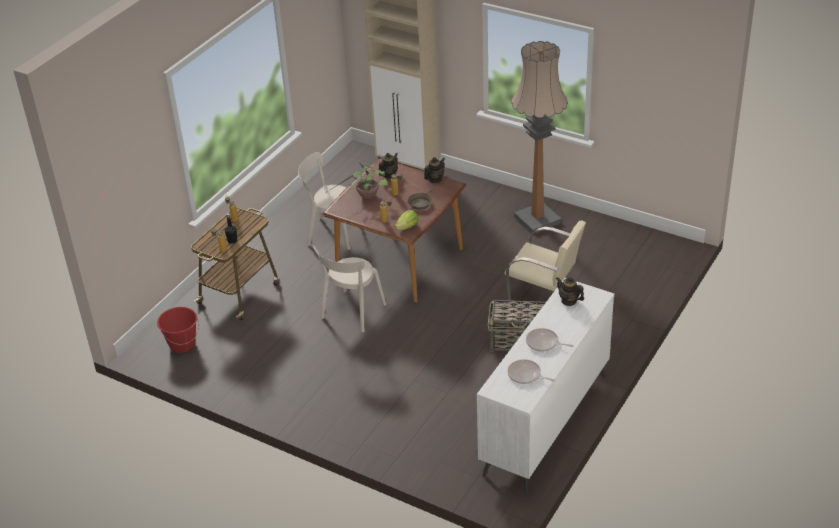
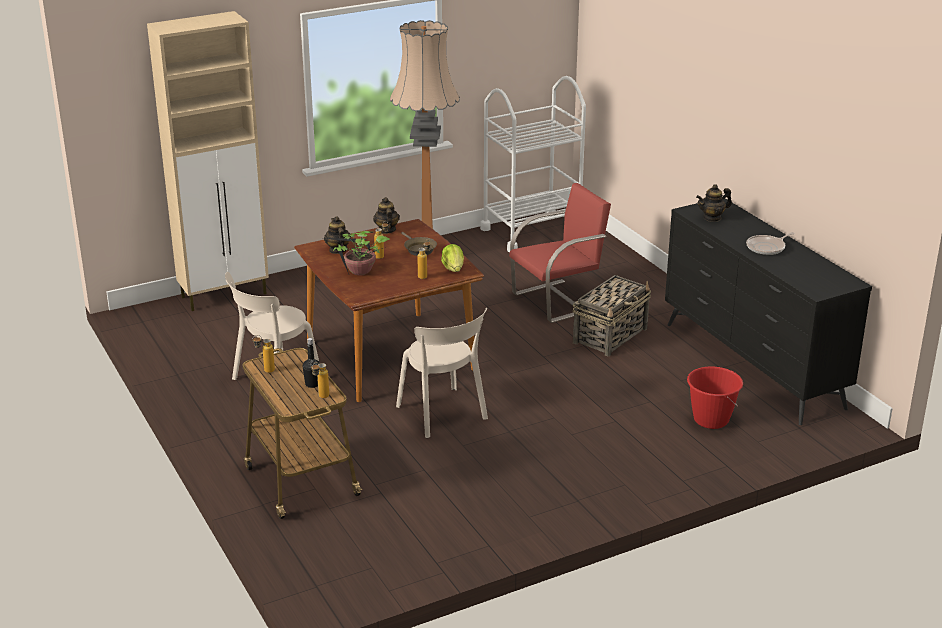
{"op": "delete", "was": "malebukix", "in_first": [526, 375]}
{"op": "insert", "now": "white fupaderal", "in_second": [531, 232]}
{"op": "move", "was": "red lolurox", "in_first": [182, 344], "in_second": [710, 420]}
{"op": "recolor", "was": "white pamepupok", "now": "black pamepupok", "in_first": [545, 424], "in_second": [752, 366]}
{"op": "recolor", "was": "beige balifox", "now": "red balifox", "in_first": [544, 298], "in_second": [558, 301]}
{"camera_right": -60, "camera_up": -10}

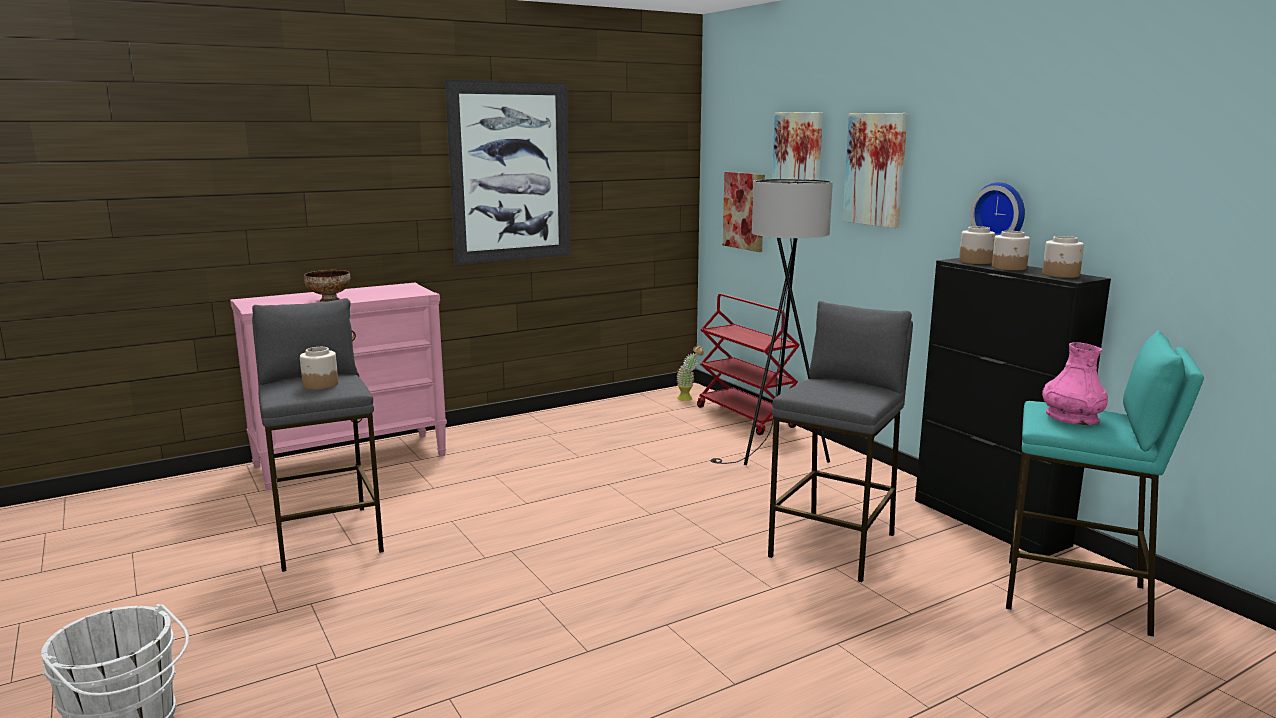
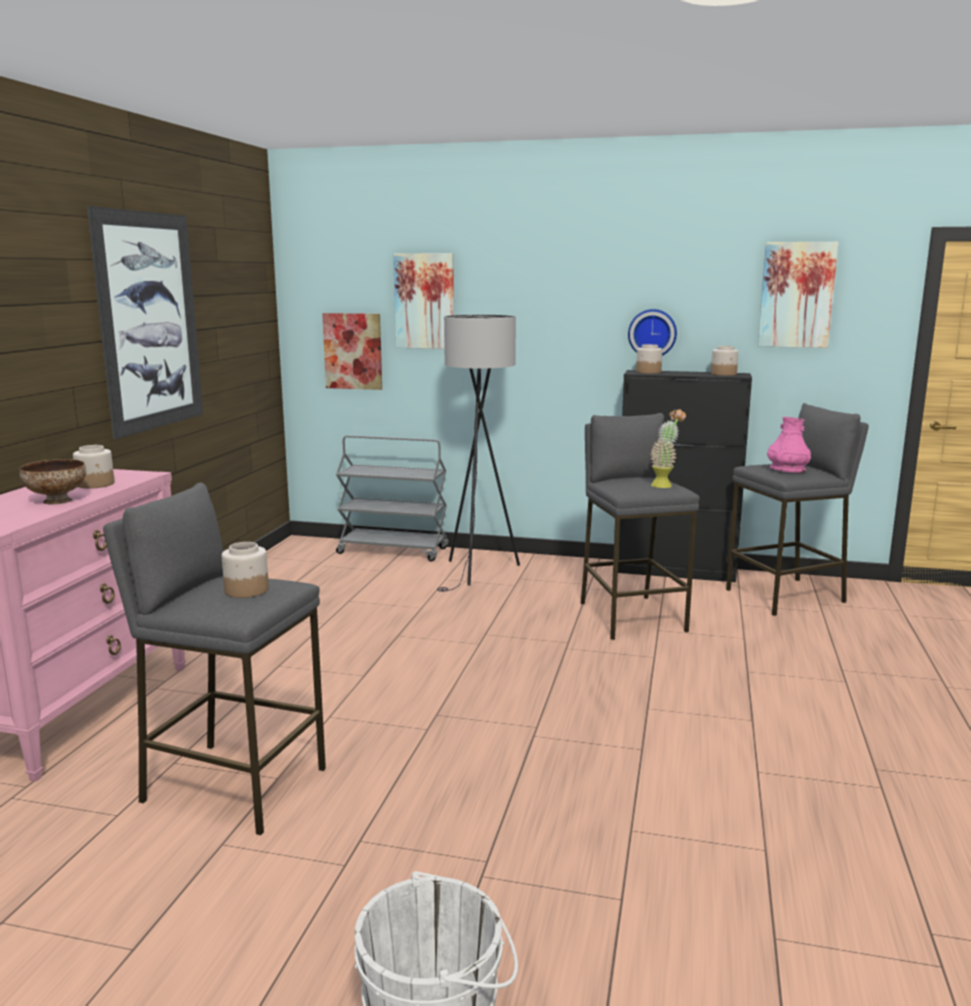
{"op": "move", "was": "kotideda", "in_first": [689, 399], "in_second": [665, 484]}
{"op": "move", "was": "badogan", "in_first": [875, 169], "in_second": [796, 295]}
{"op": "move", "was": "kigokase", "in_first": [1009, 268], "in_second": [96, 484]}
{"op": "recolor", "was": "red fupaderal", "now": "grey fupaderal", "in_first": [746, 417], "in_second": [394, 551]}
{"op": "recolor", "was": "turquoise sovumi", "now": "grey sovumi", "in_first": [1076, 597], "in_second": [786, 596]}
{"camera_right": -45, "camera_up": 0}

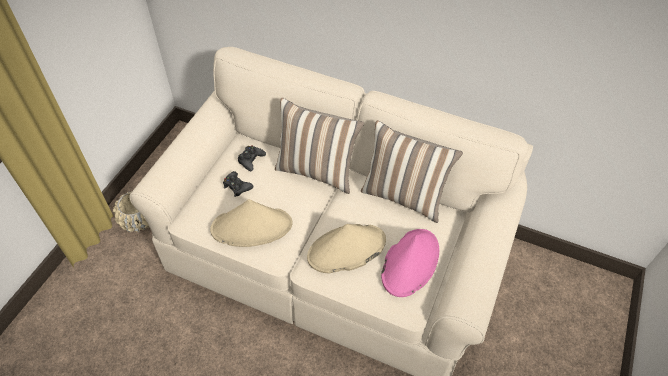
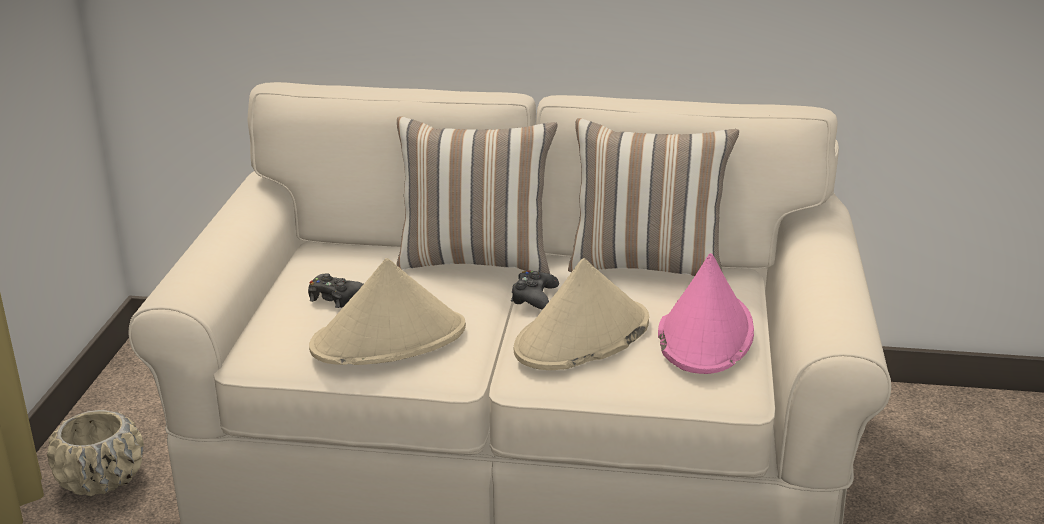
{"op": "move", "was": "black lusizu", "in_first": [251, 160], "in_second": [534, 297]}
{"camera_right": -15, "camera_up": -25}

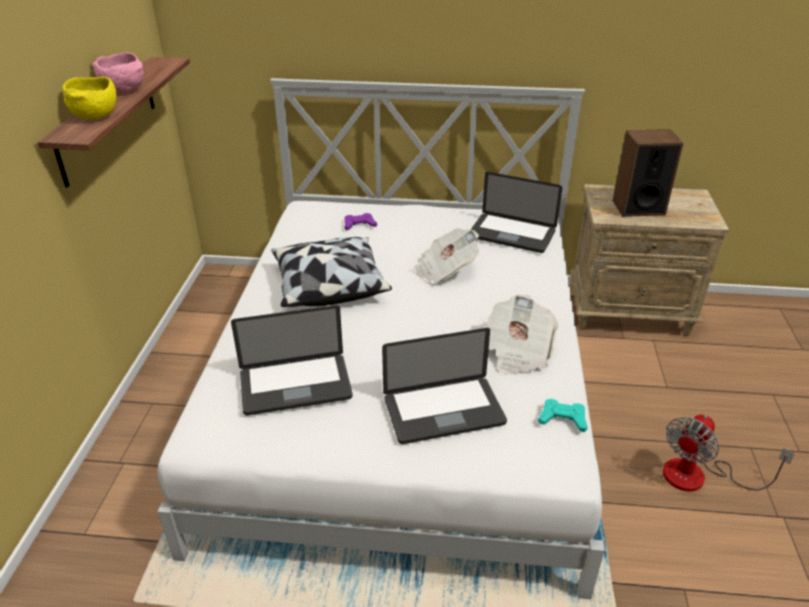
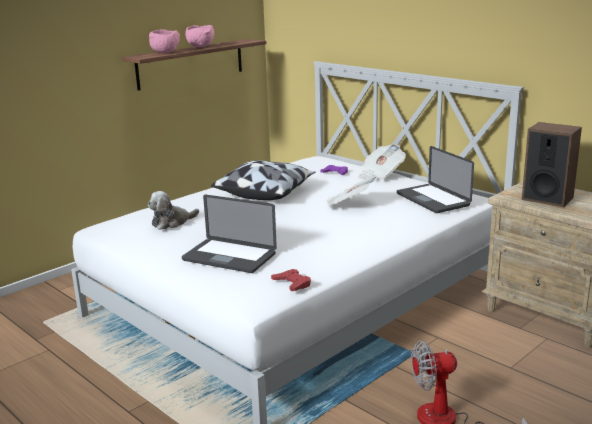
{"op": "move", "was": "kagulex", "in_first": [517, 351], "in_second": [380, 175]}
{"op": "replace", "was": "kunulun", "now": "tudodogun", "in_first": [295, 386], "in_second": [172, 222]}
{"op": "recolor", "was": "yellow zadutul", "now": "pink zadutul", "in_first": [96, 116], "in_second": [165, 53]}
{"op": "recolor", "was": "turquoise lusizu", "now": "red lusizu", "in_first": [562, 419], "in_second": [292, 284]}
{"camera_right": 40, "camera_up": -15}

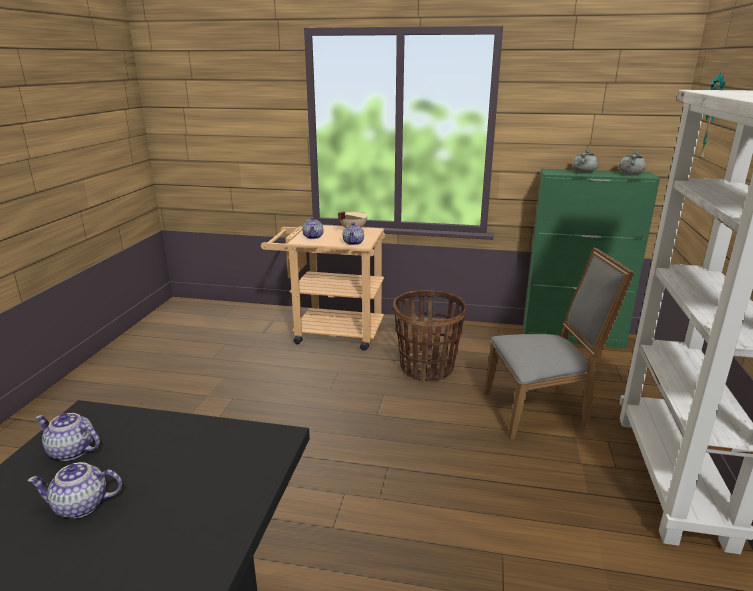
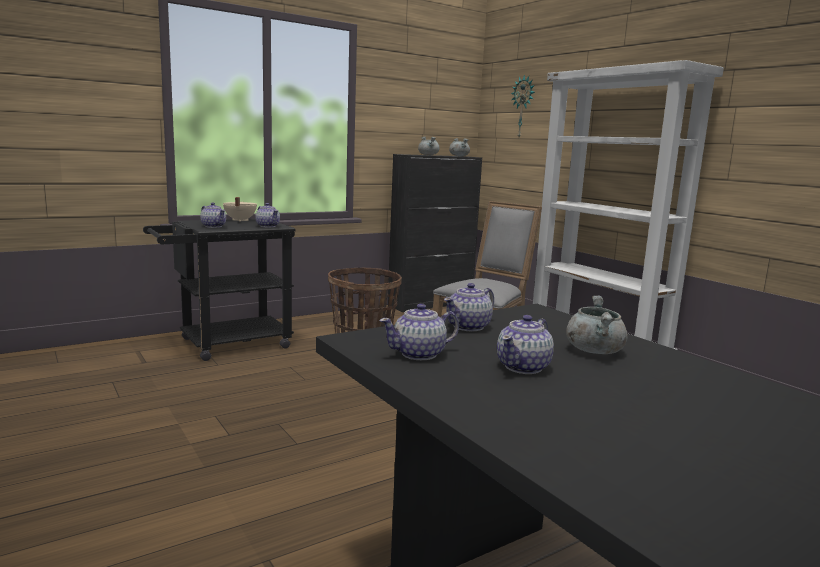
{"op": "insert", "now": "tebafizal", "in_second": [469, 326]}
{"op": "insert", "now": "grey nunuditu", "in_second": [594, 350]}
{"op": "recolor", "was": "beige fupaderal", "now": "black fupaderal", "in_first": [330, 332], "in_second": [225, 344]}
{"op": "recolor", "was": "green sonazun", "now": "black sonazun", "in_first": [573, 336], "in_second": [431, 304]}
{"camera_right": -45, "camera_up": -10}

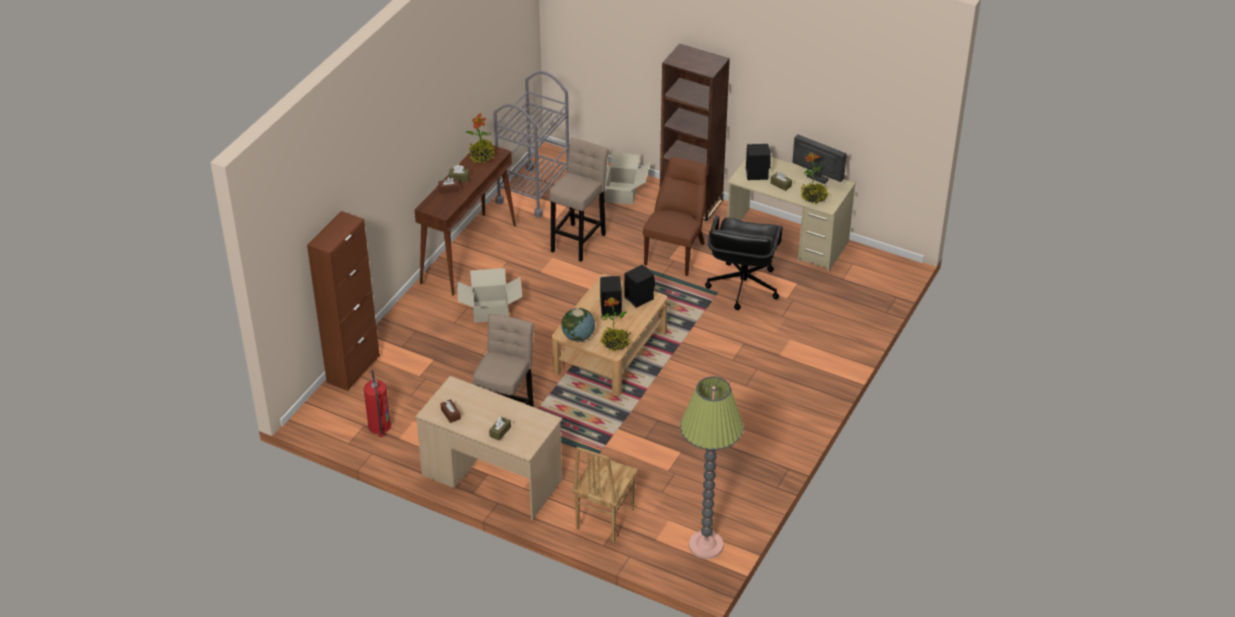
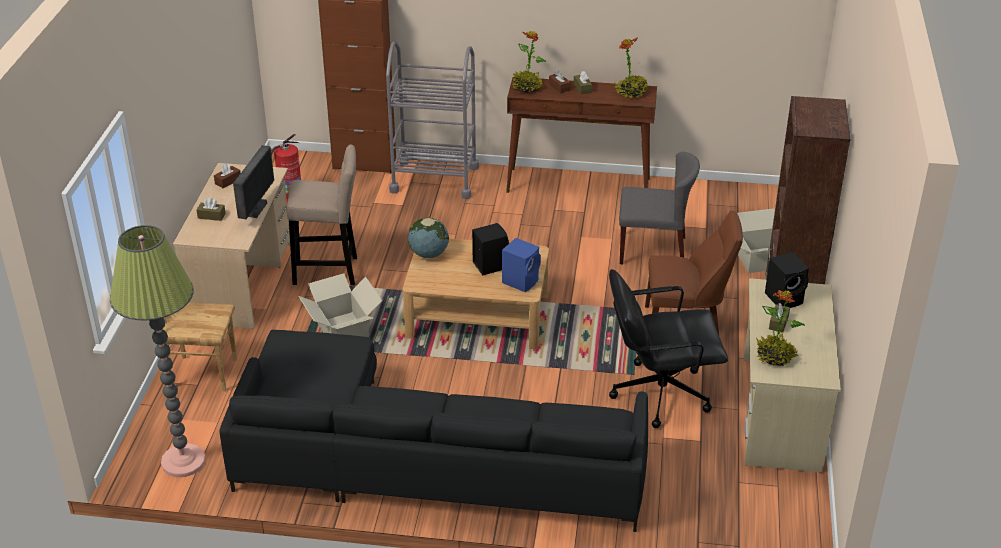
{"op": "insert", "now": "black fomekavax", "in_second": [419, 459]}
{"op": "move", "was": "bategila", "in_first": [490, 311], "in_second": [342, 330]}
{"op": "move", "was": "grey fupaderal", "in_first": [534, 191], "in_second": [434, 179]}
{"op": "move", "was": "kotideda", "in_first": [615, 343], "in_second": [527, 88]}
{"op": "move", "was": "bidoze", "in_first": [816, 179], "in_second": [256, 210]}
{"op": "replace", "was": "beige sovumi", "now": "grey balifox", "in_first": [579, 240], "in_second": [653, 250]}
{"op": "recolor", "was": "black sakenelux", "now": "blue sakenelux", "in_first": [638, 297], "in_second": [521, 281]}
{"camera_right": 70, "camera_up": -5}

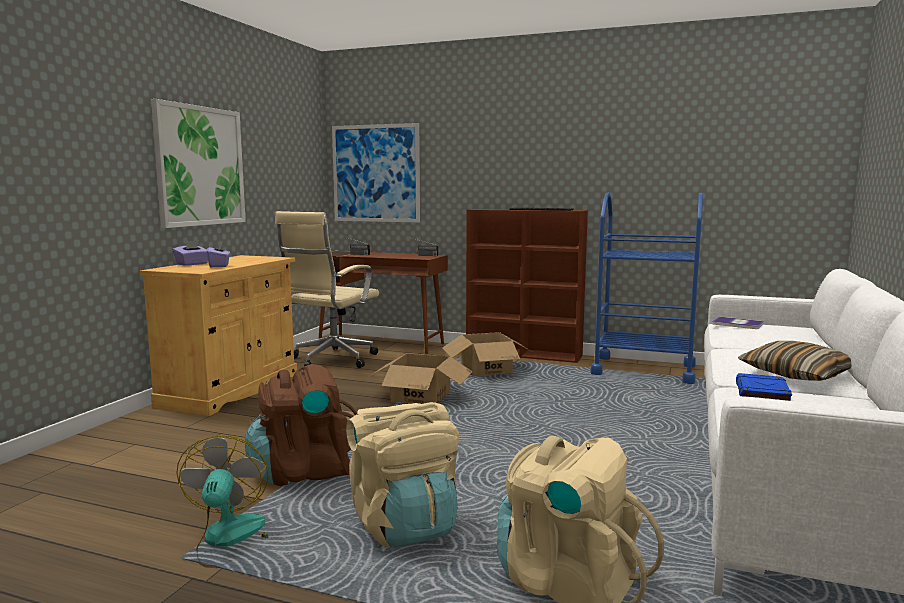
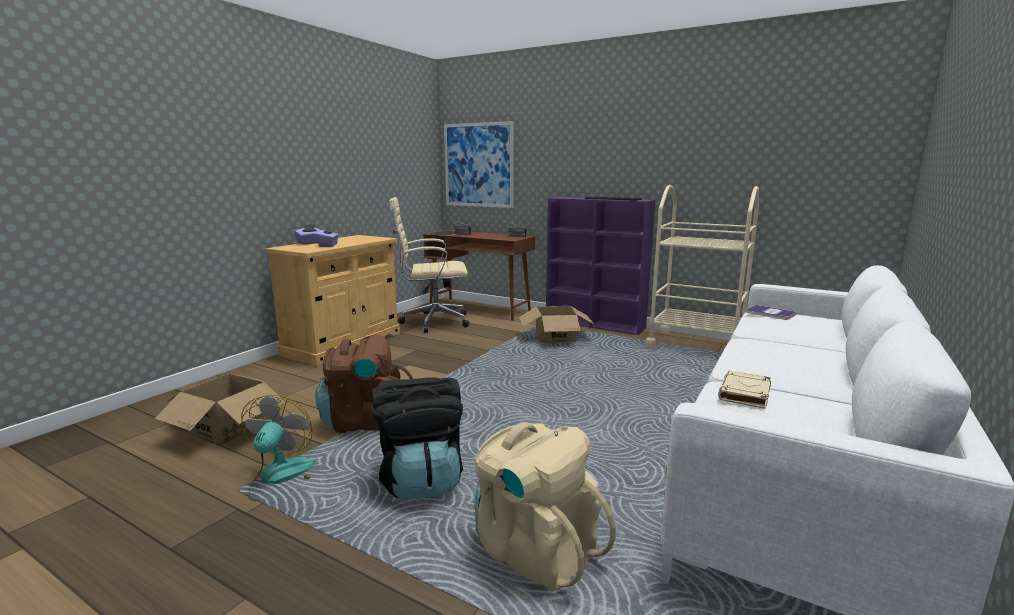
{"op": "delete", "was": "badogan", "in_first": [200, 166]}
{"op": "delete", "was": "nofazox", "in_first": [797, 374]}
{"op": "move", "was": "bategila", "in_first": [421, 397], "in_second": [229, 426]}
{"op": "recolor", "was": "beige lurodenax", "now": "black lurodenax", "in_first": [404, 525], "in_second": [421, 478]}
{"op": "recolor", "was": "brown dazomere", "now": "purple dazomere", "in_first": [525, 354], "in_second": [595, 324]}
{"op": "recolor", "was": "blue fupaderal", "now": "beige fupaderal", "in_first": [643, 370], "in_second": [695, 345]}
{"op": "recolor", "was": "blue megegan", "now": "beige megegan", "in_first": [762, 394], "in_second": [745, 394]}
{"op": "rotate", "was": "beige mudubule", "in_first": [331, 360], "in_second": [432, 322], "clockwise": 45}
{"camera_right": 10, "camera_up": 5}

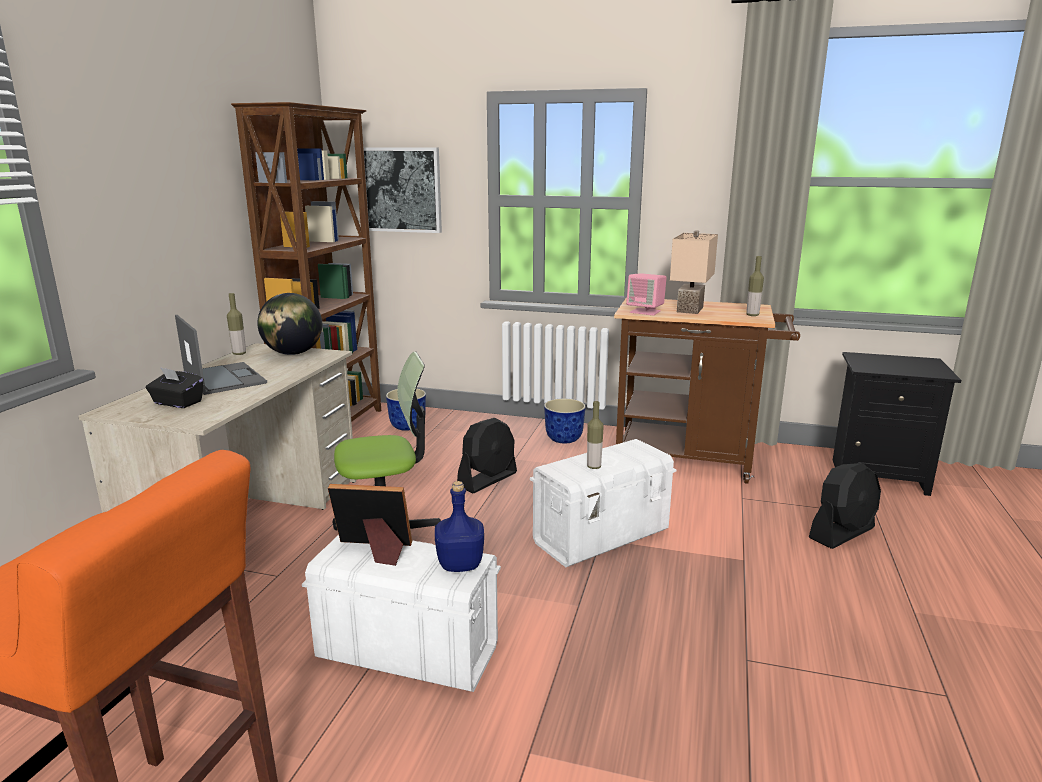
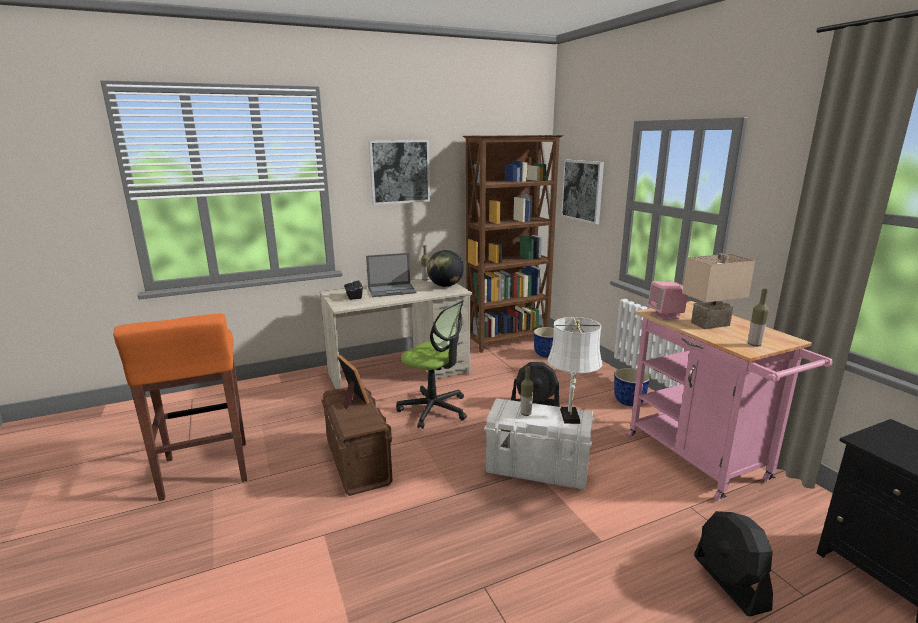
{"op": "delete", "was": "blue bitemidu", "in_first": [461, 564]}
{"op": "insert", "now": "badogan", "in_second": [399, 171]}
{"op": "insert", "now": "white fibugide", "in_second": [570, 418]}
{"op": "recolor", "was": "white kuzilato", "now": "brown kuzilato", "in_first": [407, 651], "in_second": [358, 462]}
{"op": "recolor", "was": "brown fupaderal", "now": "pink fupaderal", "in_first": [693, 461], "in_second": [703, 462]}
{"op": "rotate", "was": "kunulun", "in_first": [224, 378], "in_second": [392, 290], "clockwise": 60}
{"op": "rotate", "was": "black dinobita", "in_first": [842, 533], "in_second": [730, 582], "clockwise": 60}
{"camera_right": 50, "camera_up": 0}

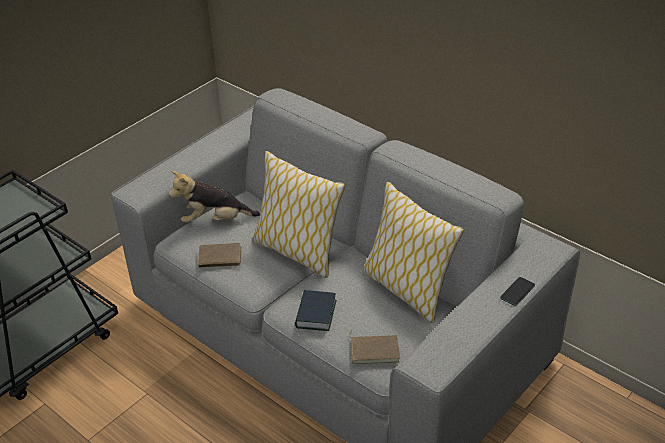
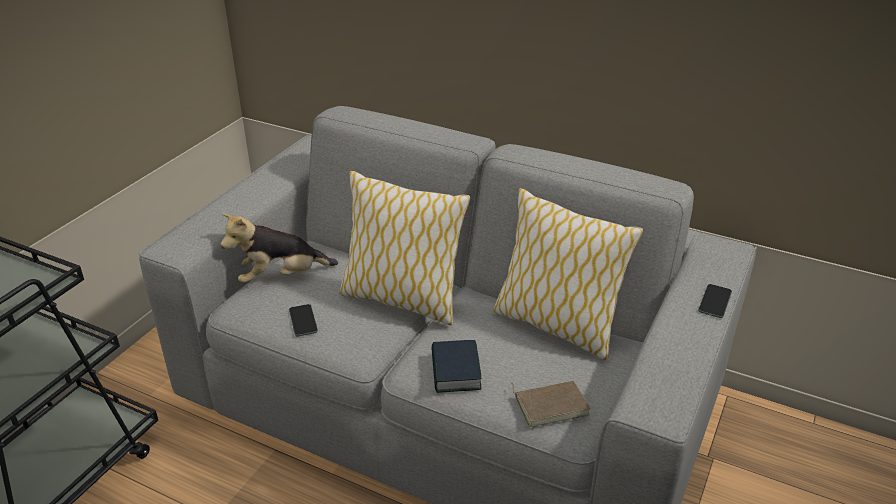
{"op": "replace", "was": "brown megegan", "now": "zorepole", "in_first": [220, 258], "in_second": [303, 321]}
{"camera_right": -15, "camera_up": -5}

